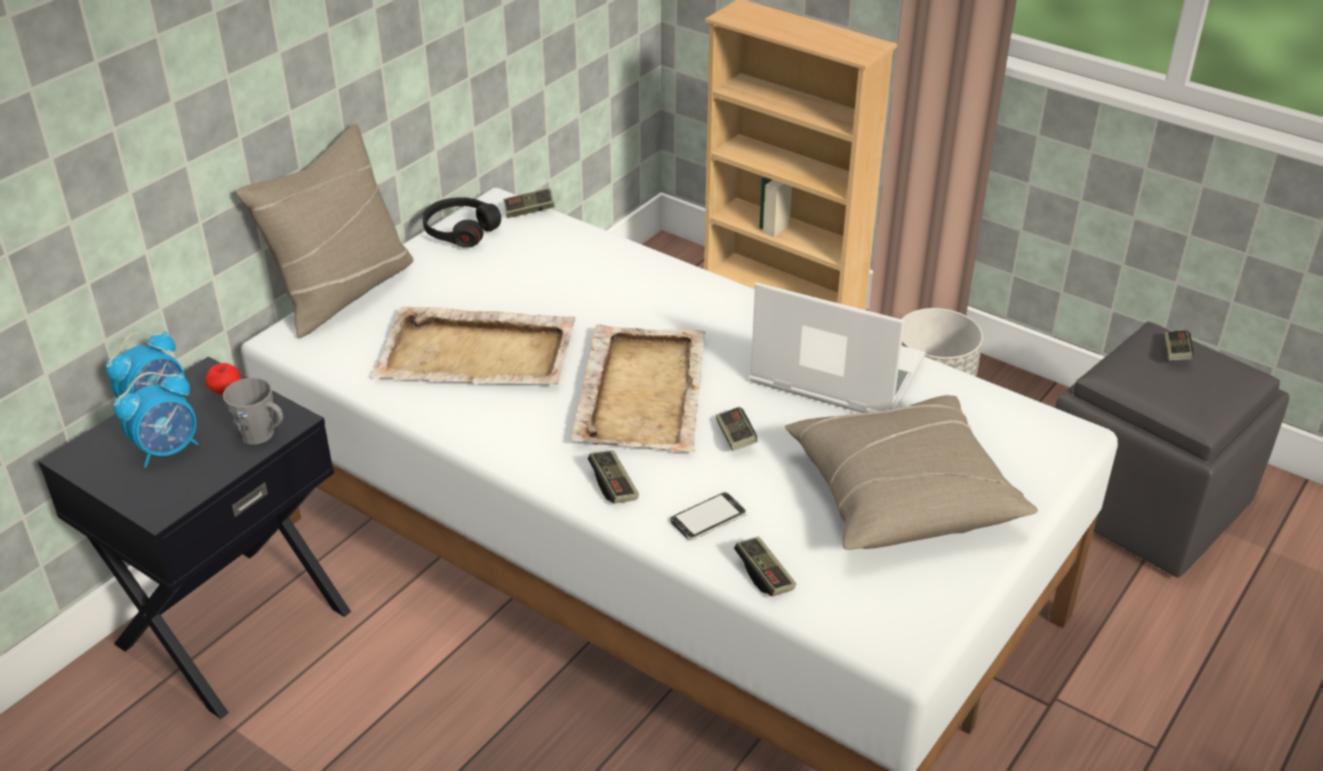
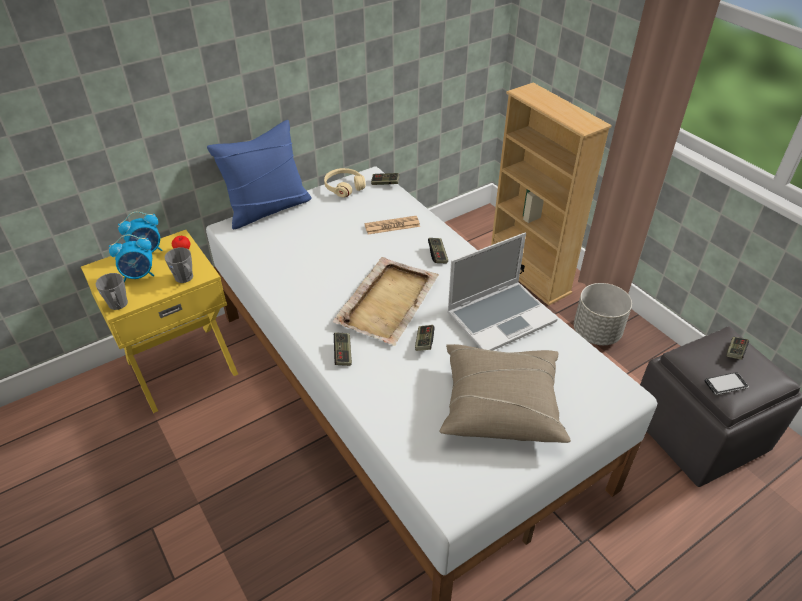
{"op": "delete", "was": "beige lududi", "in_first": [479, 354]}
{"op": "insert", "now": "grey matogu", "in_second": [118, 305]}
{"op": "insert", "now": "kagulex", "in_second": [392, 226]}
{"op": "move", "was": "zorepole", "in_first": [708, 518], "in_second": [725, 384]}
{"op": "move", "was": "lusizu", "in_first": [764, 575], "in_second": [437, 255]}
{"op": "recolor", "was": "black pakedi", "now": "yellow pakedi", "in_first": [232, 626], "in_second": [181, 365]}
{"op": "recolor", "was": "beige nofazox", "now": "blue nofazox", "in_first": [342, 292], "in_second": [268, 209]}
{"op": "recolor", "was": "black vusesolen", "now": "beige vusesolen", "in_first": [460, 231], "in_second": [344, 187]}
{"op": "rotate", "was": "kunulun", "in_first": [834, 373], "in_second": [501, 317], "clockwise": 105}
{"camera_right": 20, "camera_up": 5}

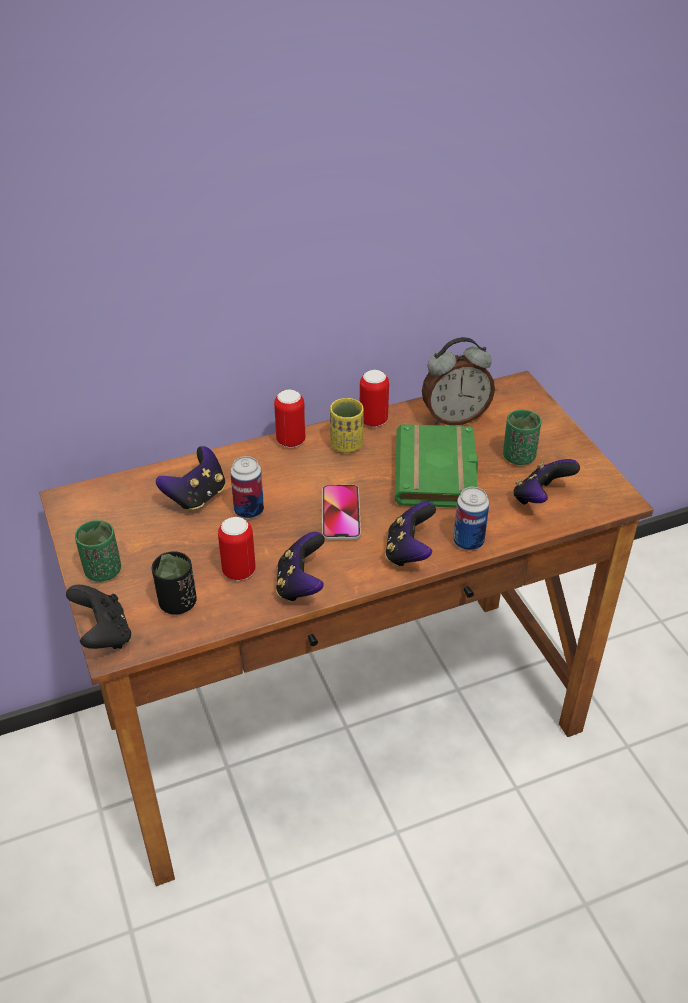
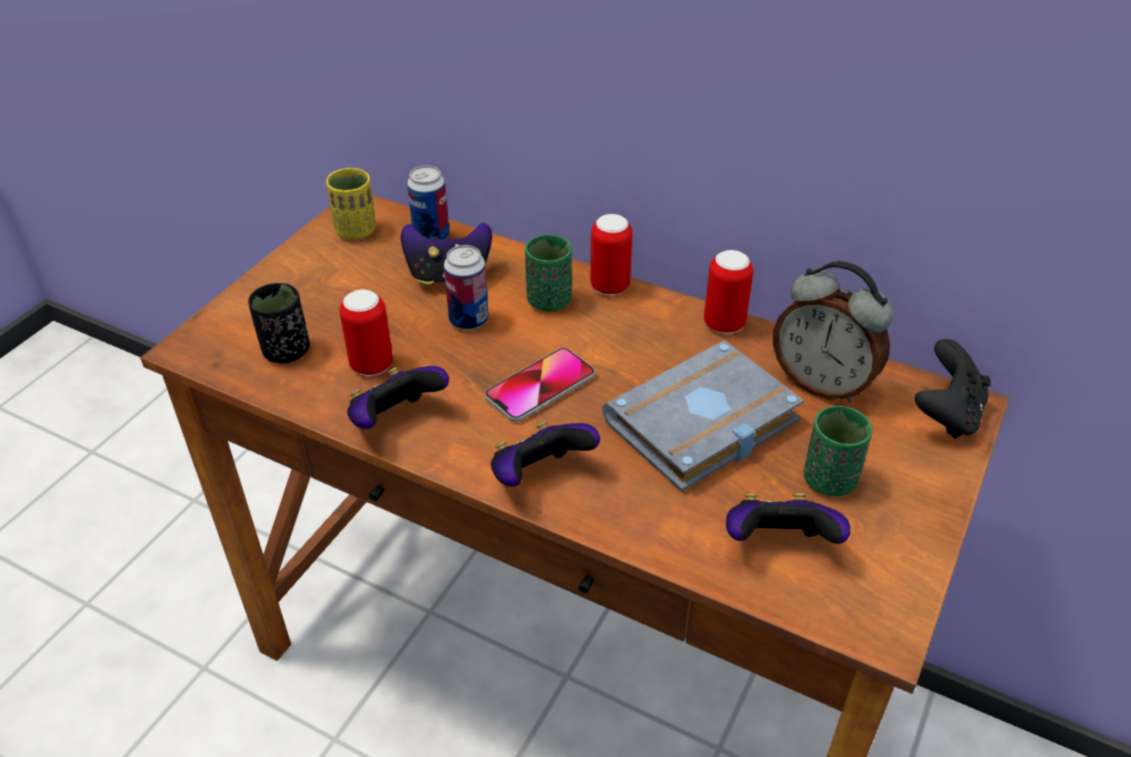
{"op": "move", "was": "black lusizu", "in_first": [104, 635], "in_second": [946, 414]}
{"op": "move", "was": "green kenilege", "in_first": [103, 571], "in_second": [549, 301]}
{"op": "move", "was": "yellow kenilege", "in_first": [346, 445], "in_second": [356, 230]}
{"op": "move", "was": "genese", "in_first": [468, 542], "in_second": [431, 237]}
{"op": "recolor", "was": "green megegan", "now": "grey megegan", "in_first": [439, 475], "in_second": [702, 427]}
{"camera_right": 50, "camera_up": 0}

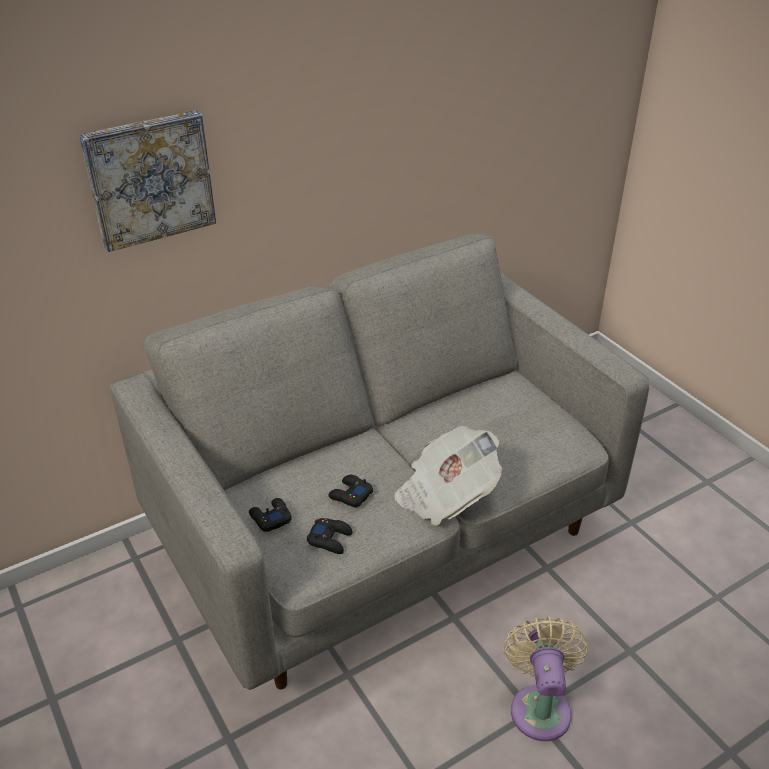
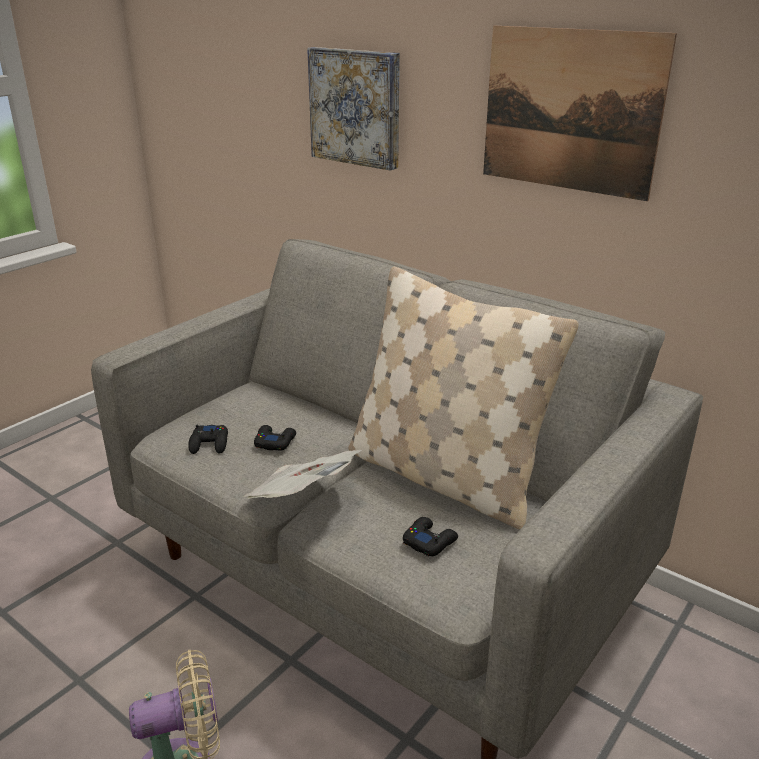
{"op": "insert", "now": "beige nofazox", "in_second": [444, 476]}
{"op": "insert", "now": "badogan", "in_second": [570, 111]}
{"op": "move", "was": "black lusizu", "in_first": [270, 518], "in_second": [429, 541]}
{"camera_right": 70, "camera_up": -10}

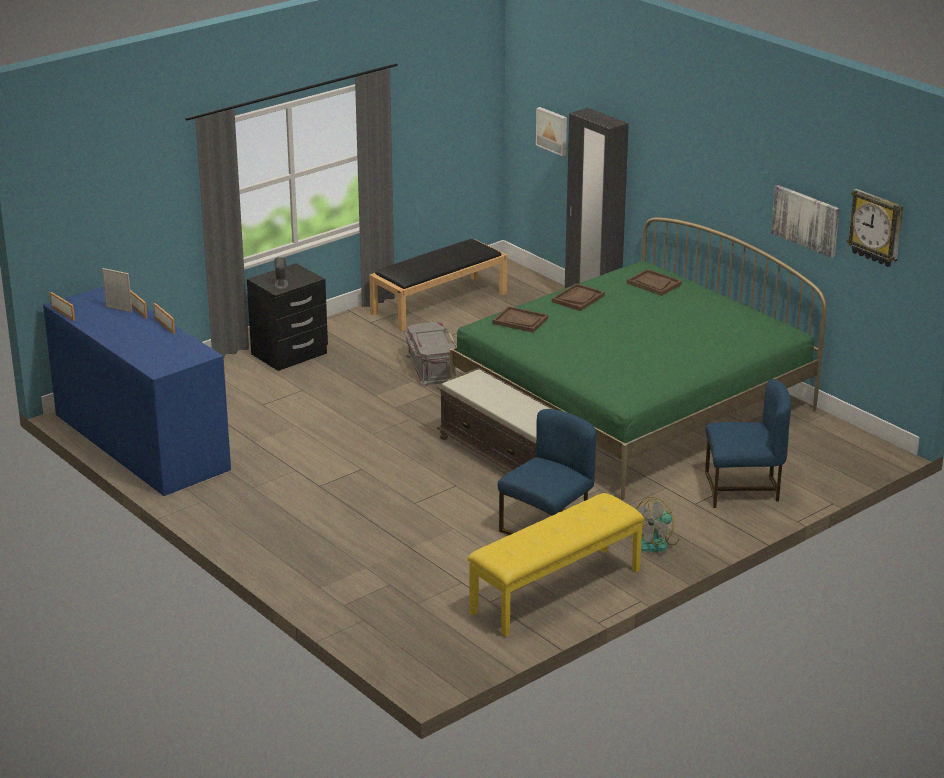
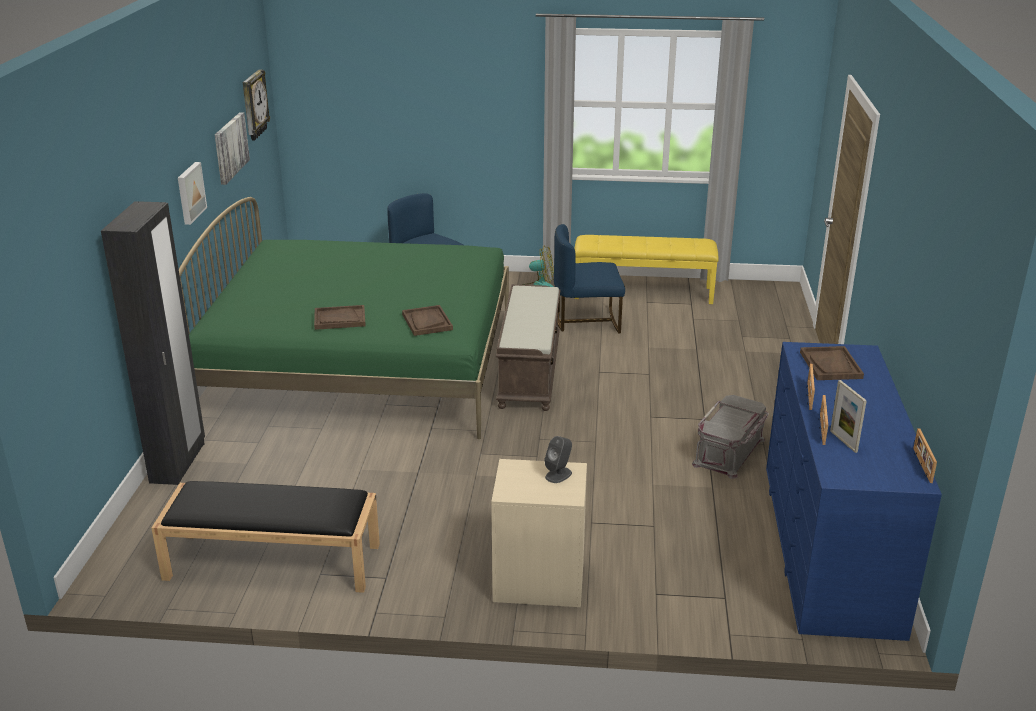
{"op": "move", "was": "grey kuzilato", "in_first": [430, 368], "in_second": [730, 452]}
{"op": "move", "was": "badogan", "in_first": [553, 130], "in_second": [189, 192]}
{"op": "move", "was": "brown lududi", "in_first": [654, 284], "in_second": [831, 365]}
{"op": "recolor", "was": "black pakedi", "now": "beige pakedi", "in_first": [290, 354], "in_second": [539, 580]}
{"camera_right": -135, "camera_up": 0}

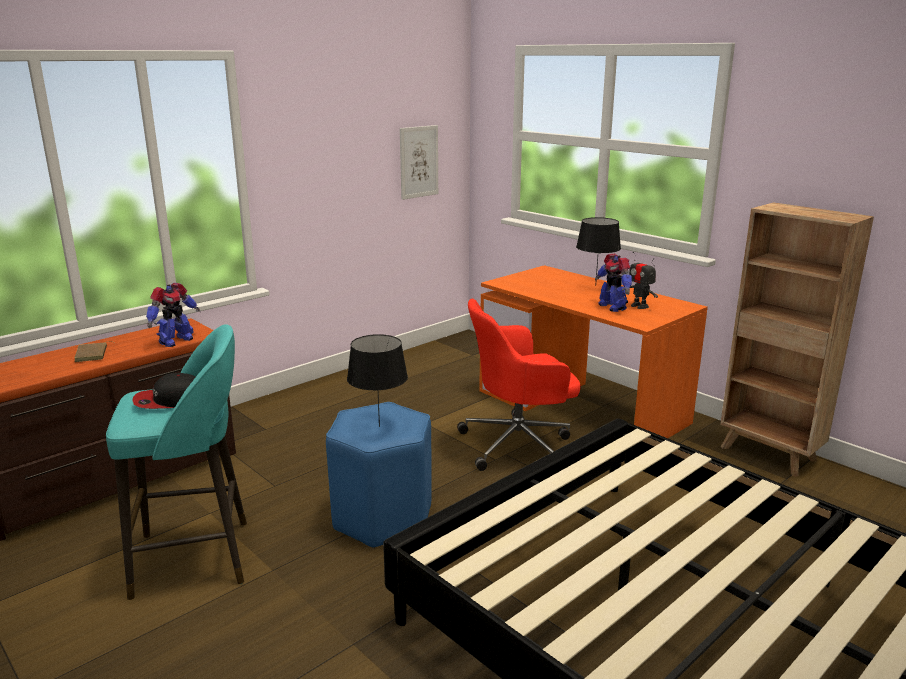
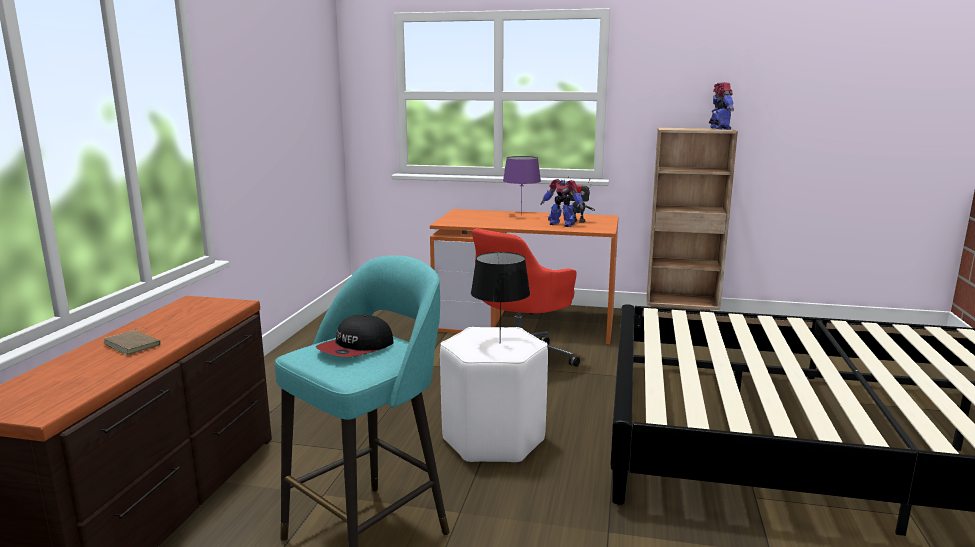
{"op": "delete", "was": "badogan", "in_first": [419, 162]}
{"op": "move", "was": "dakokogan", "in_first": [175, 341], "in_second": [719, 128]}
{"op": "recolor", "was": "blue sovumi", "now": "white sovumi", "in_first": [382, 517], "in_second": [492, 439]}
{"op": "recolor", "was": "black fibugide", "now": "purple fibugide", "in_first": [595, 285], "in_second": [521, 215]}
{"camera_right": -35, "camera_up": -5}

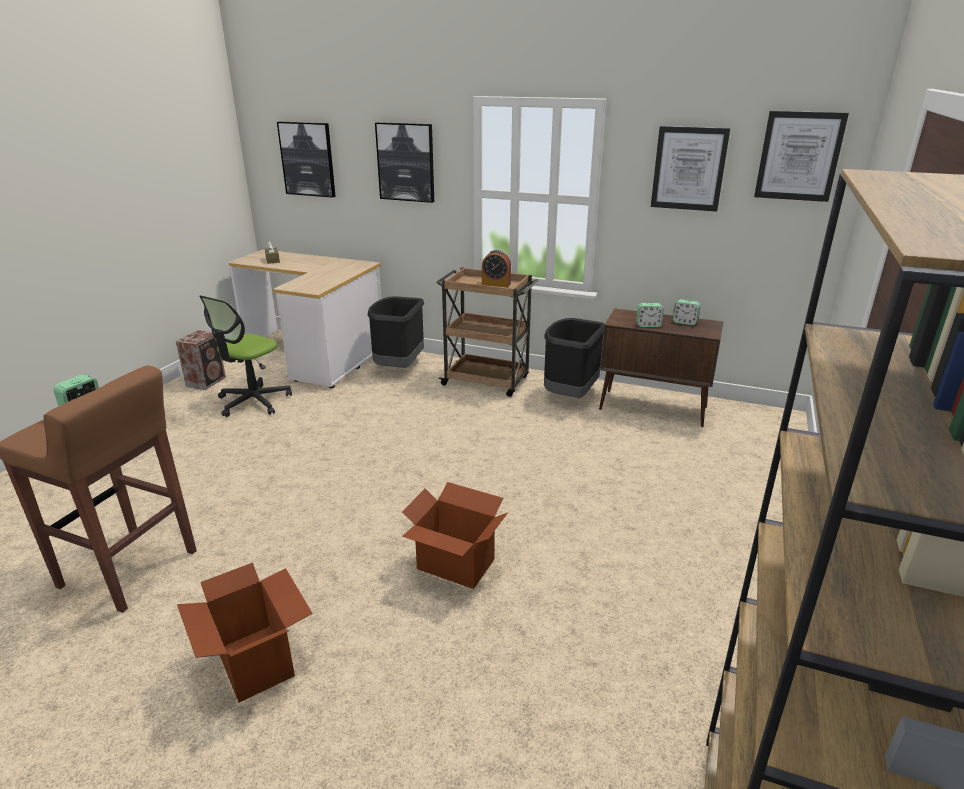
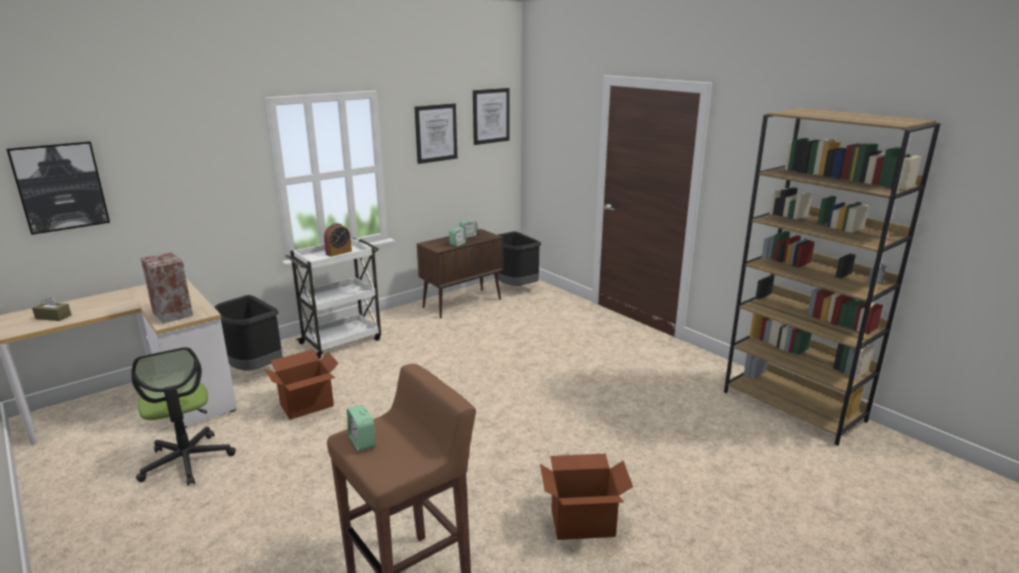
{"op": "delete", "was": "badogan", "in_first": [406, 162]}
{"op": "move", "was": "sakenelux", "in_first": [207, 381], "in_second": [173, 313]}
{"op": "move", "was": "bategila", "in_first": [455, 565], "in_second": [307, 405]}
{"op": "move", "was": "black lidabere", "in_first": [570, 396], "in_second": [515, 287]}
{"op": "recolor", "was": "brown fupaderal", "now": "white fupaderal", "in_first": [487, 381], "in_second": [342, 341]}
{"camera_right": -60, "camera_up": -5}

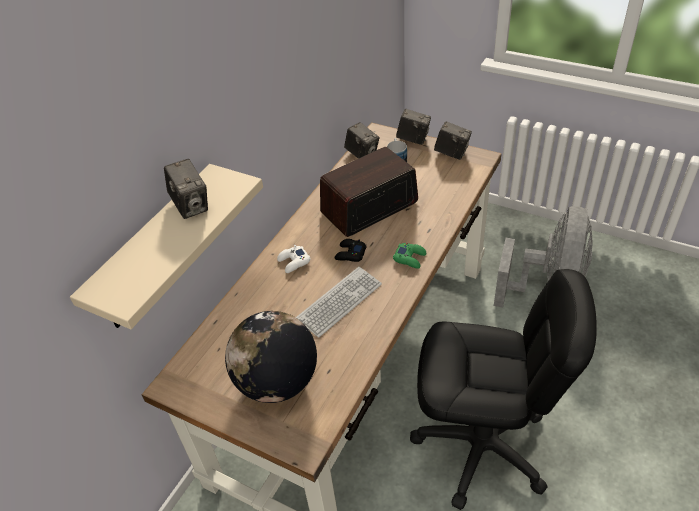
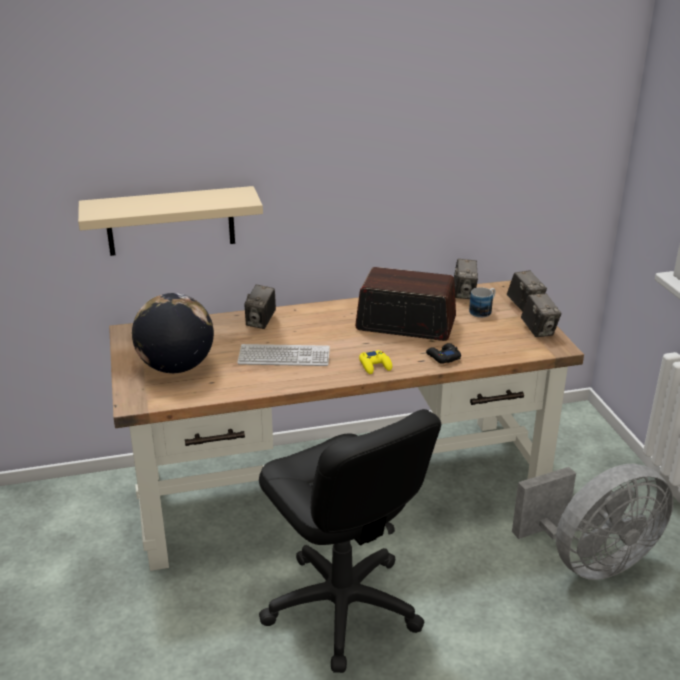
{"op": "delete", "was": "white lusizu", "in_first": [294, 262]}
{"op": "move", "was": "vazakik", "in_first": [191, 206], "in_second": [261, 322]}
{"op": "move", "was": "black lusizu", "in_first": [350, 254], "in_second": [443, 357]}
{"op": "recolor", "was": "green lusizu", "now": "yellow lusizu", "in_first": [410, 258], "in_second": [375, 366]}
{"camera_right": 45, "camera_up": -15}

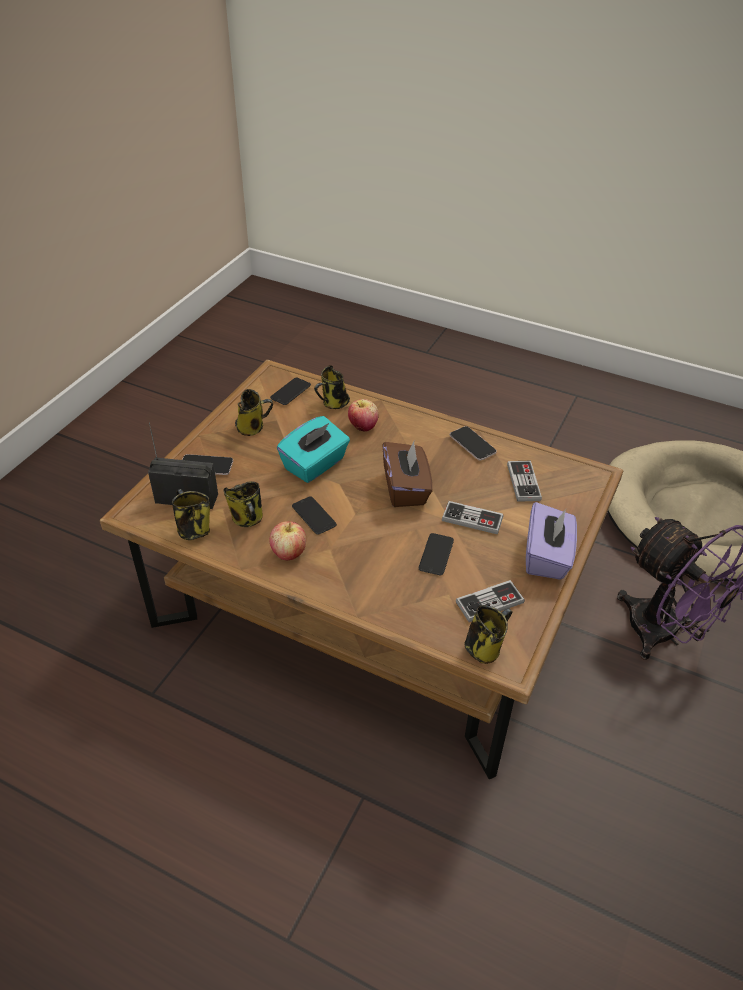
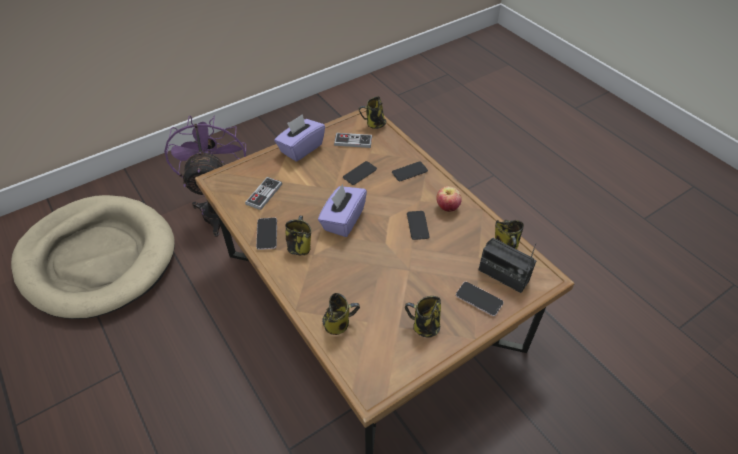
{"op": "delete", "was": "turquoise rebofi", "in_first": [315, 465]}
{"op": "delete", "was": "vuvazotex", "in_first": [363, 427]}
{"op": "delete", "was": "lusizu", "in_first": [472, 519]}
{"op": "move", "was": "matogu", "in_first": [248, 519], "in_second": [299, 246]}
{"op": "move", "was": "zorepole", "in_first": [290, 392], "in_second": [409, 172]}
{"op": "recolor", "was": "brown rebofi", "now": "purple rebofi", "in_first": [406, 488], "in_second": [343, 220]}
{"camera_right": -150, "camera_up": 5}

